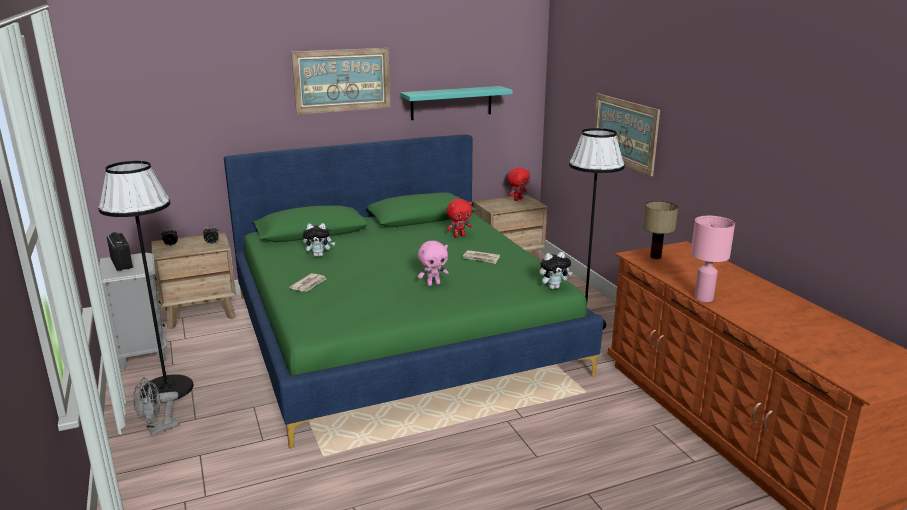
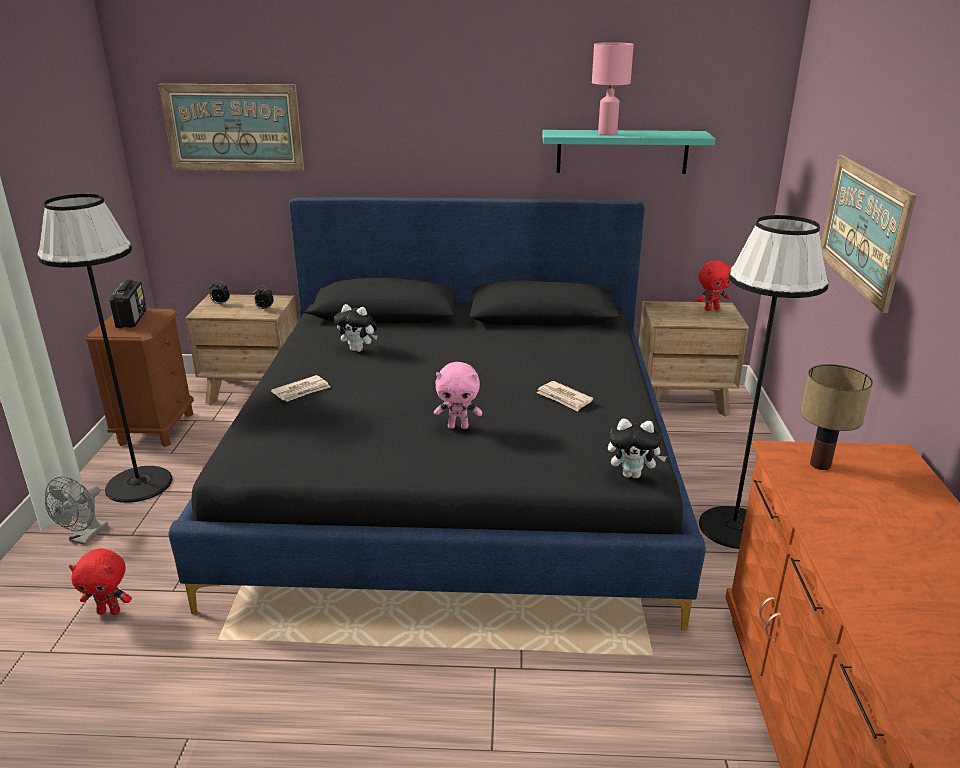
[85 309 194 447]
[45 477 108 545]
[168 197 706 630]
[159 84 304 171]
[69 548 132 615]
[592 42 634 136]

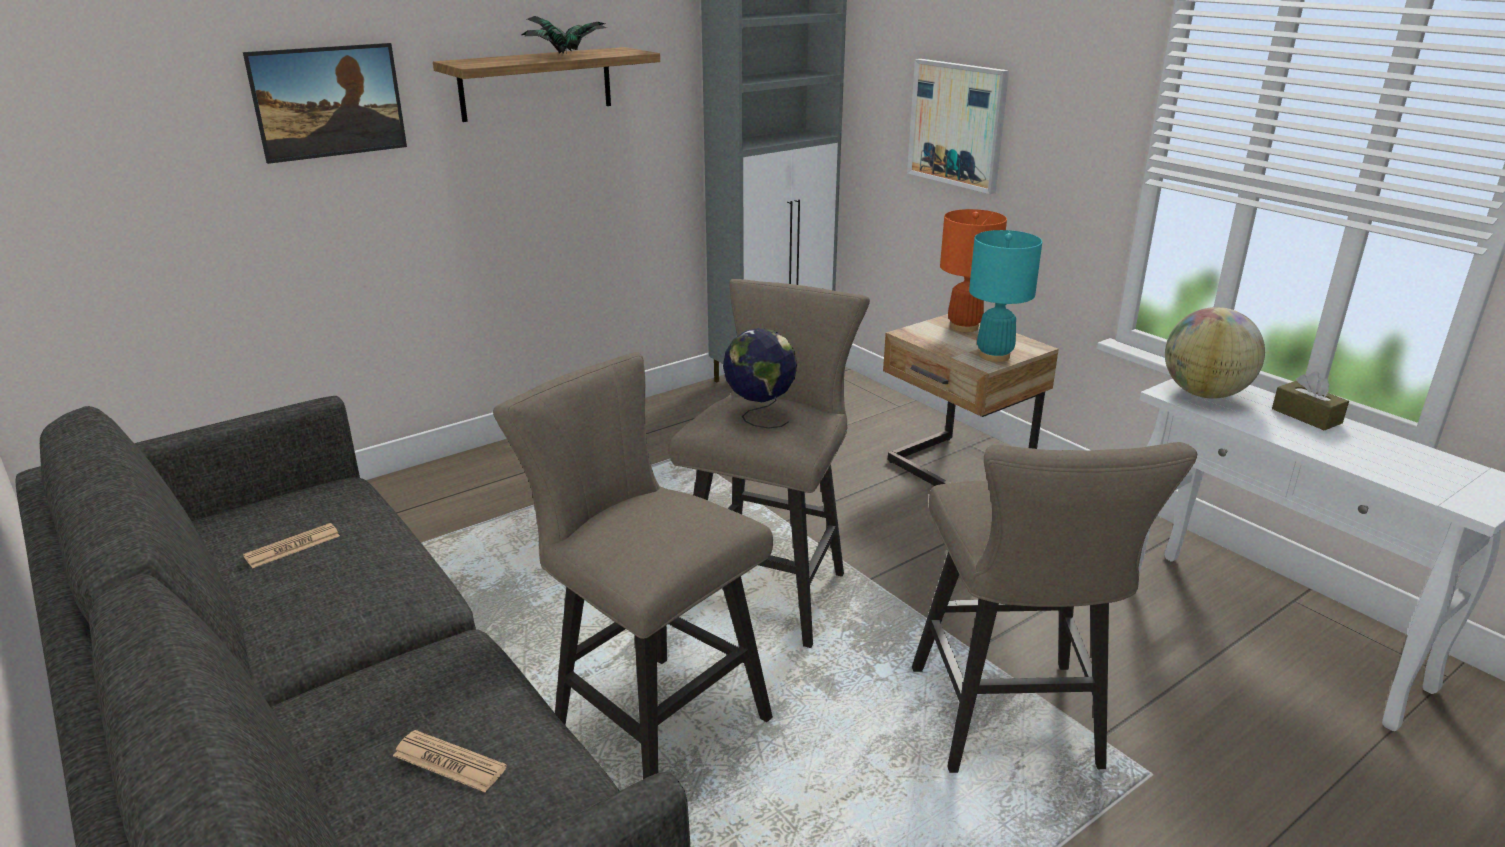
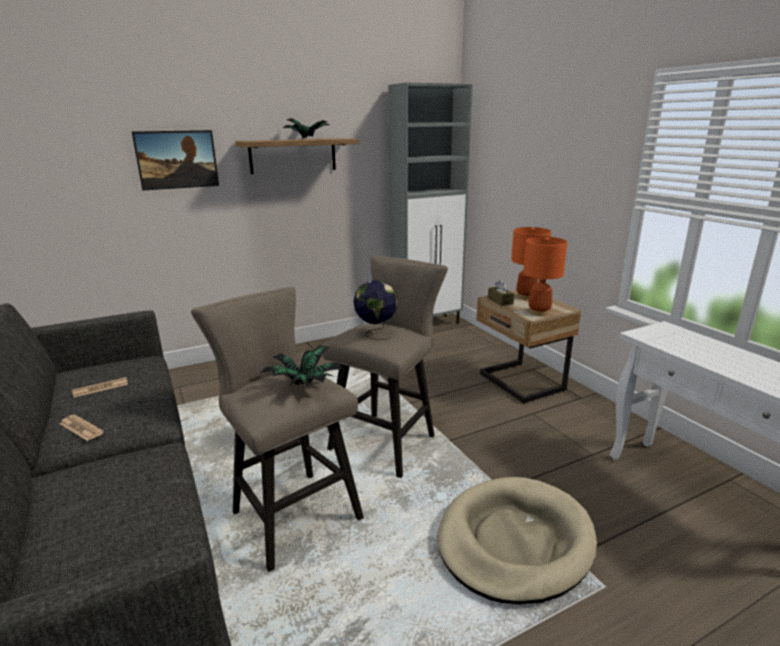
[59 415 104 441]
[907 59 1009 194] (first image)
[438 477 597 604]
[523 237 568 315]
[1165 307 1265 398] (first image)
[488 280 514 306]
[260 345 342 386]

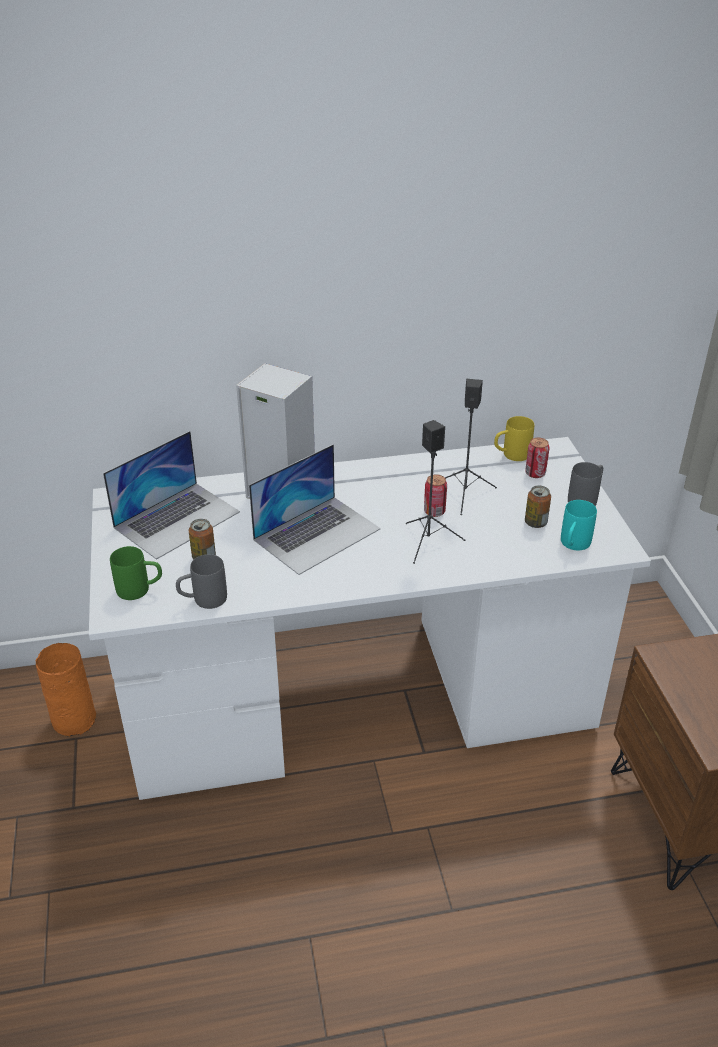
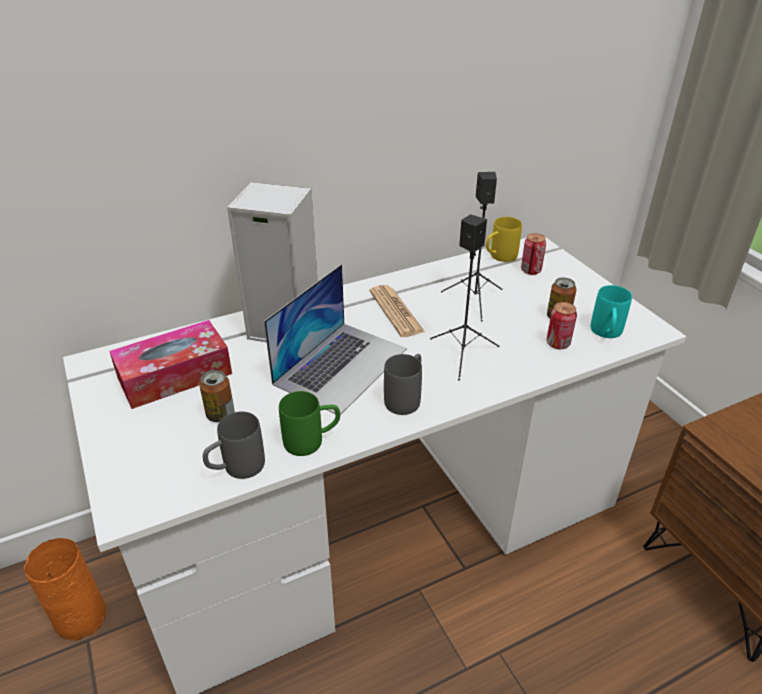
[109 320 232 409]
[279 391 340 456]
[546 302 577 349]
[384 354 422 415]
[369 285 425 337]

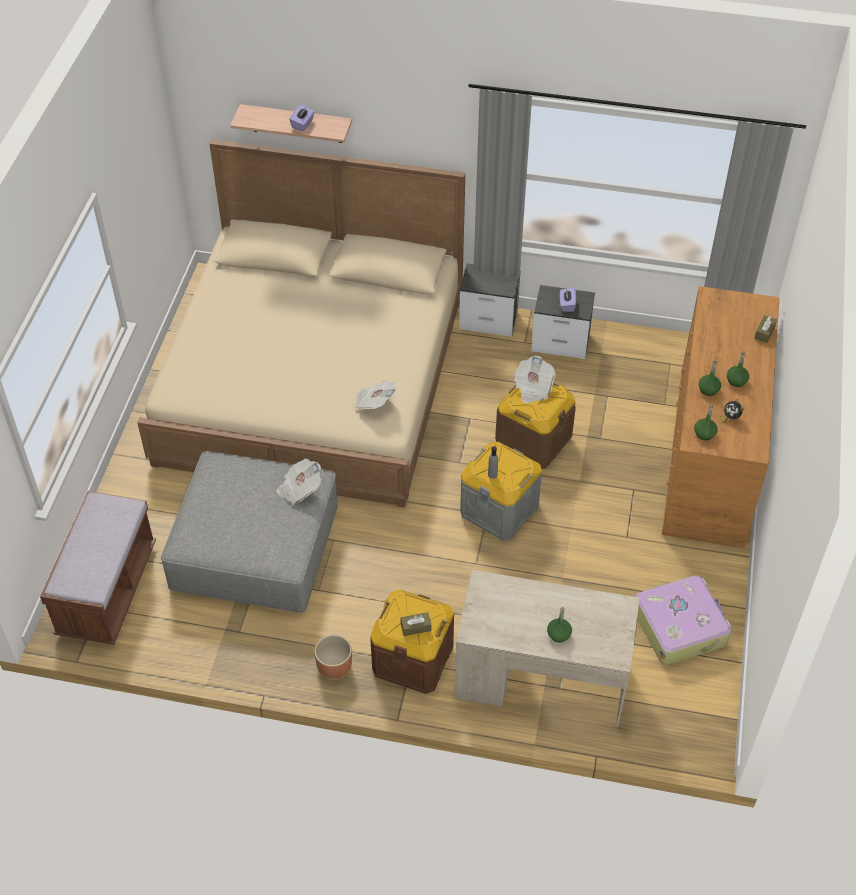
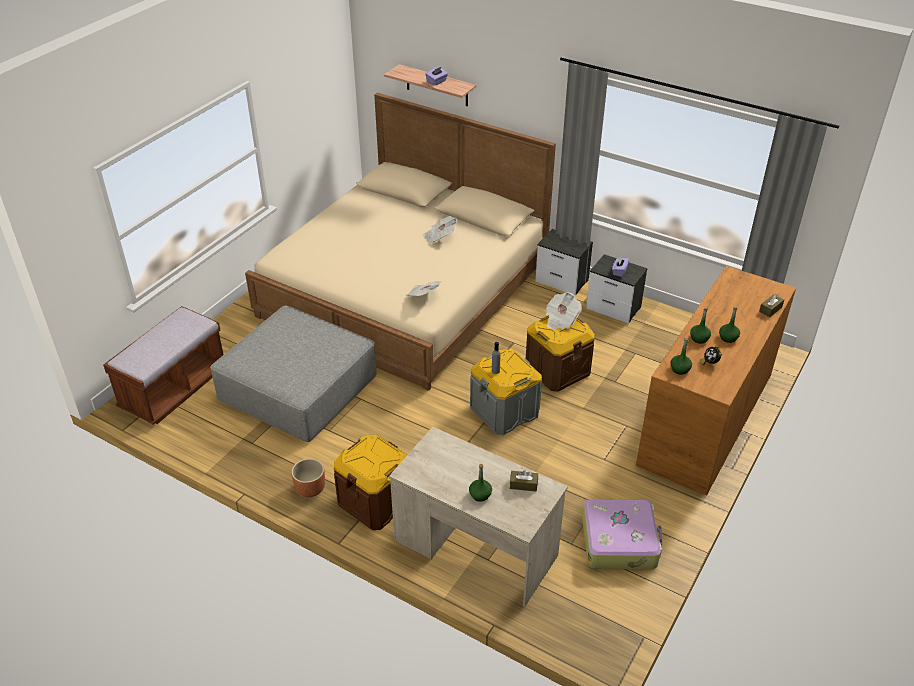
[423 216 458 244]
[510 470 538 491]

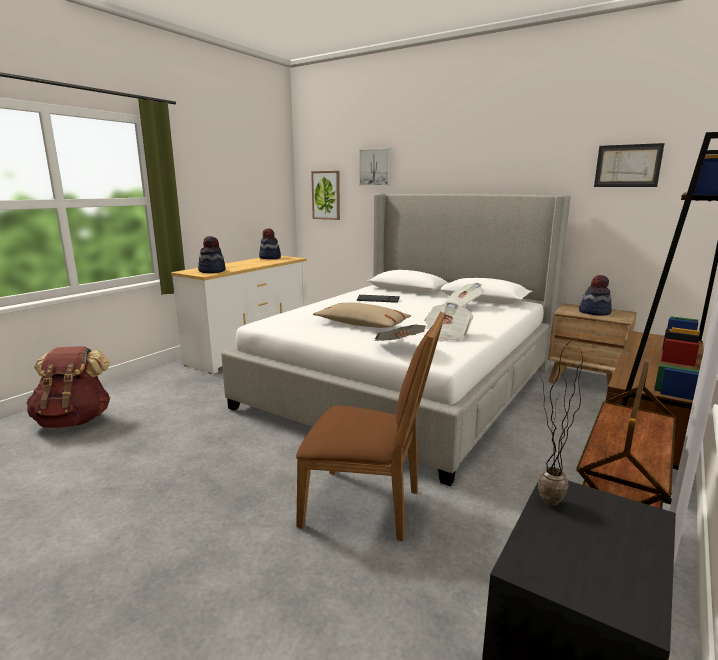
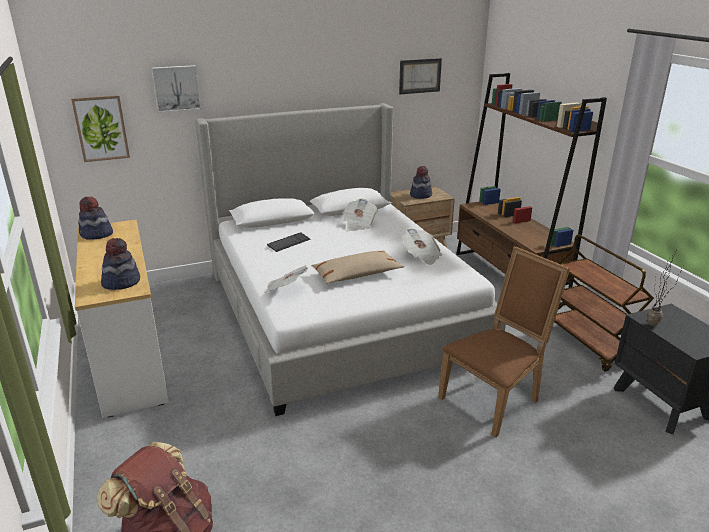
[265 265 308 293]

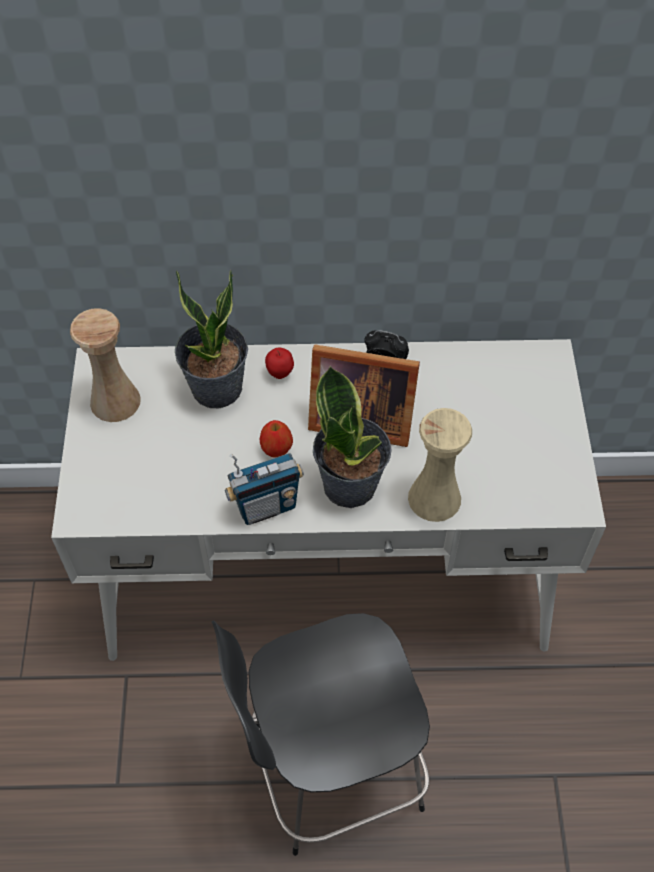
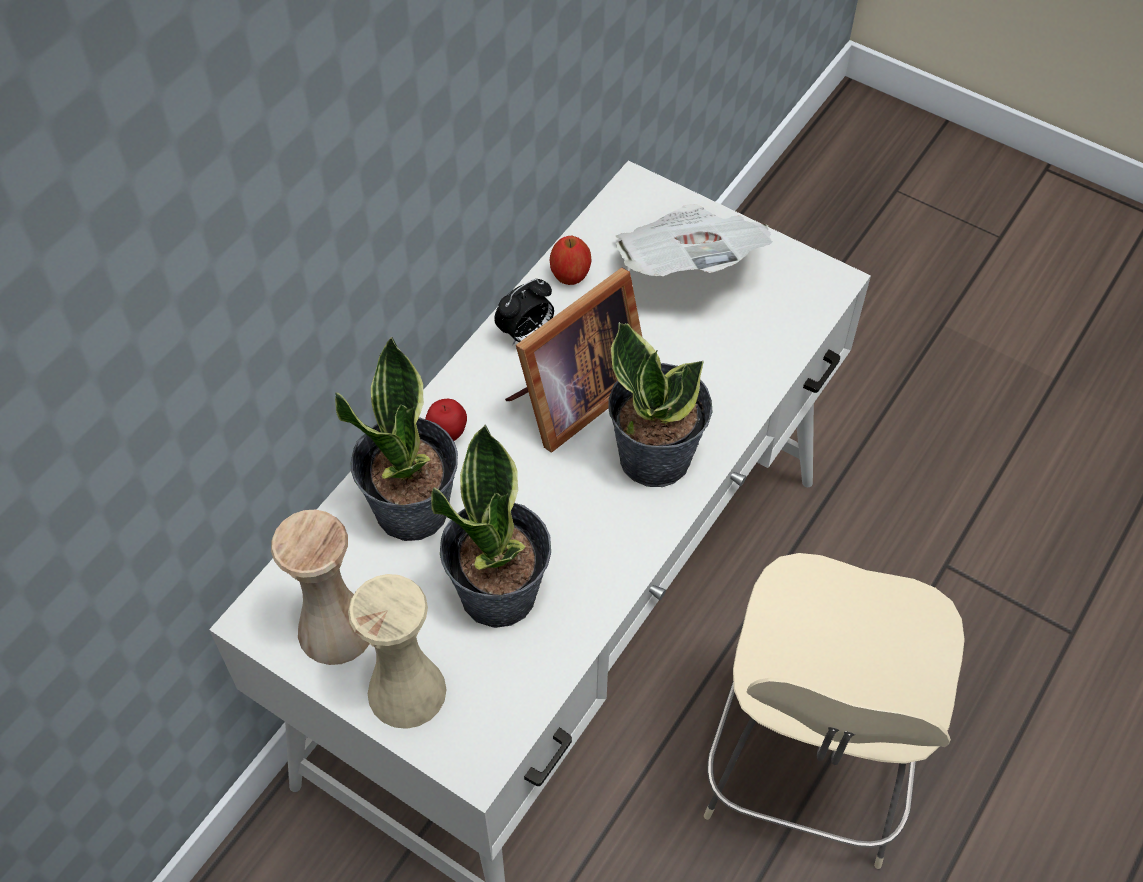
[704 553 965 869]
[225 453 304 525] (first image)
[550 236 592 285]
[348 574 447 729]
[431 425 551 628]
[615 204 773 276]

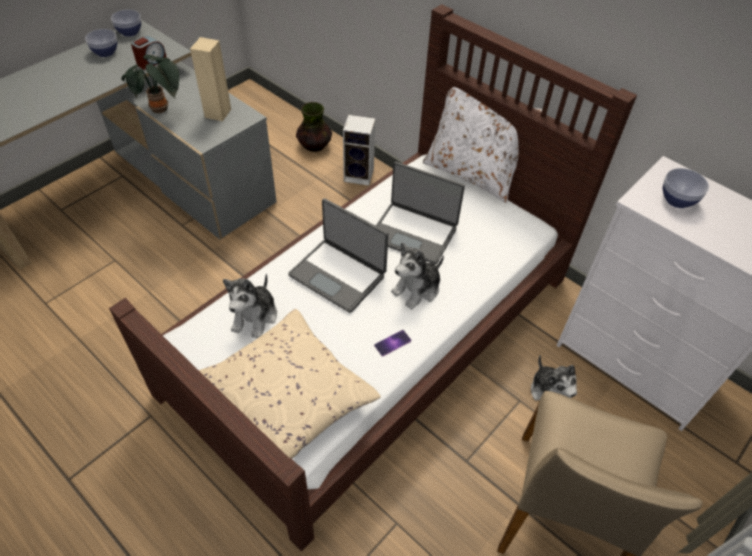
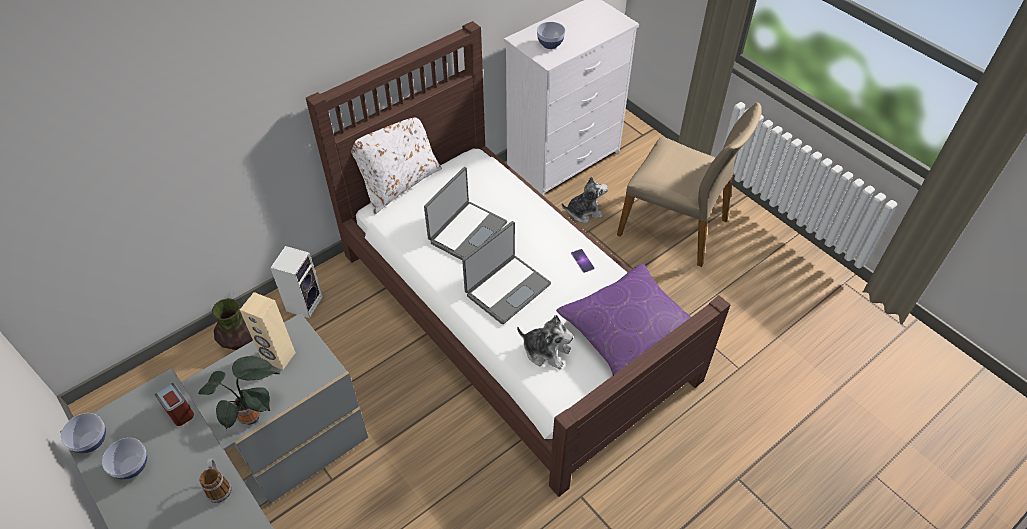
[556 263 691 375]
[391 242 444 310] (first image)
[199 458 232 503]

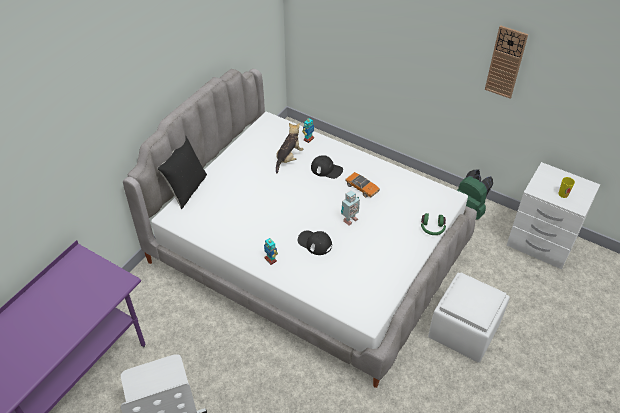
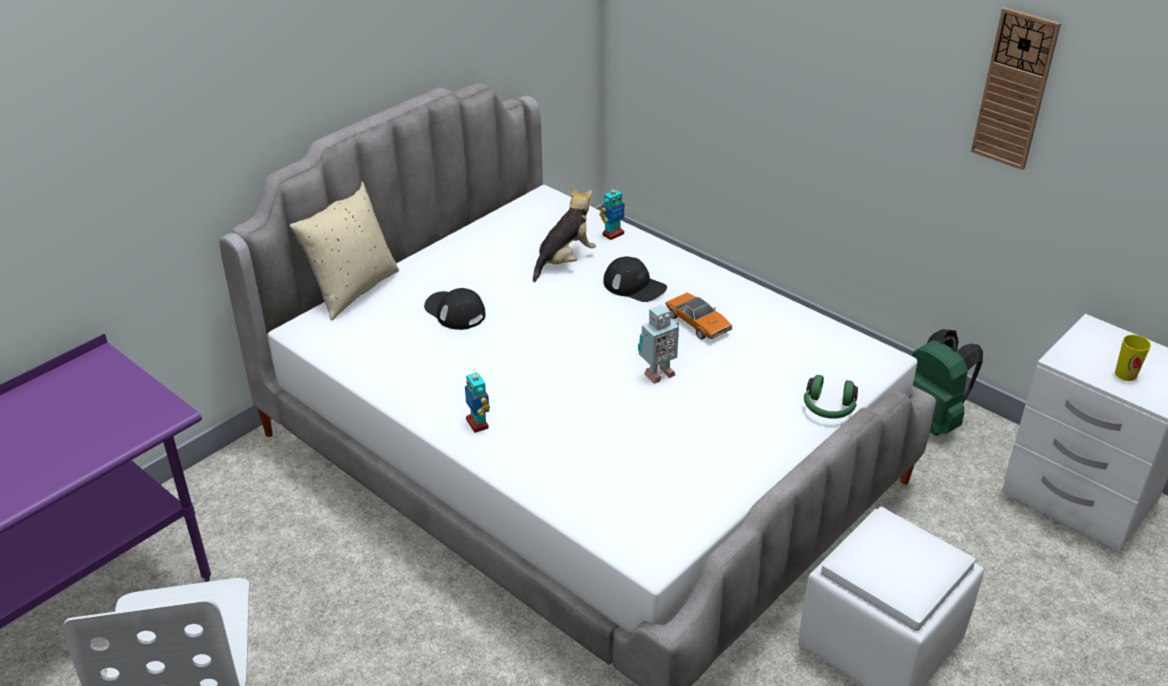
[290 181 399 320]
[424 288 485 330]

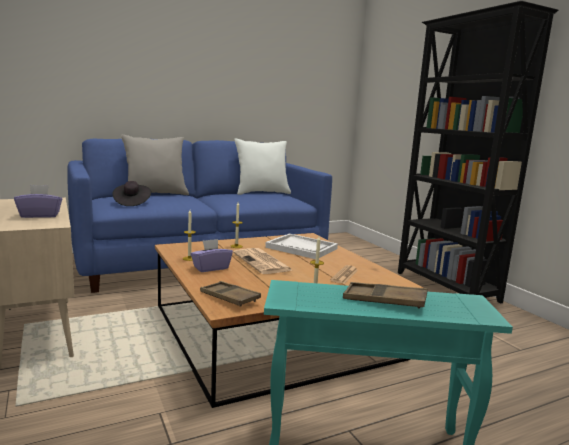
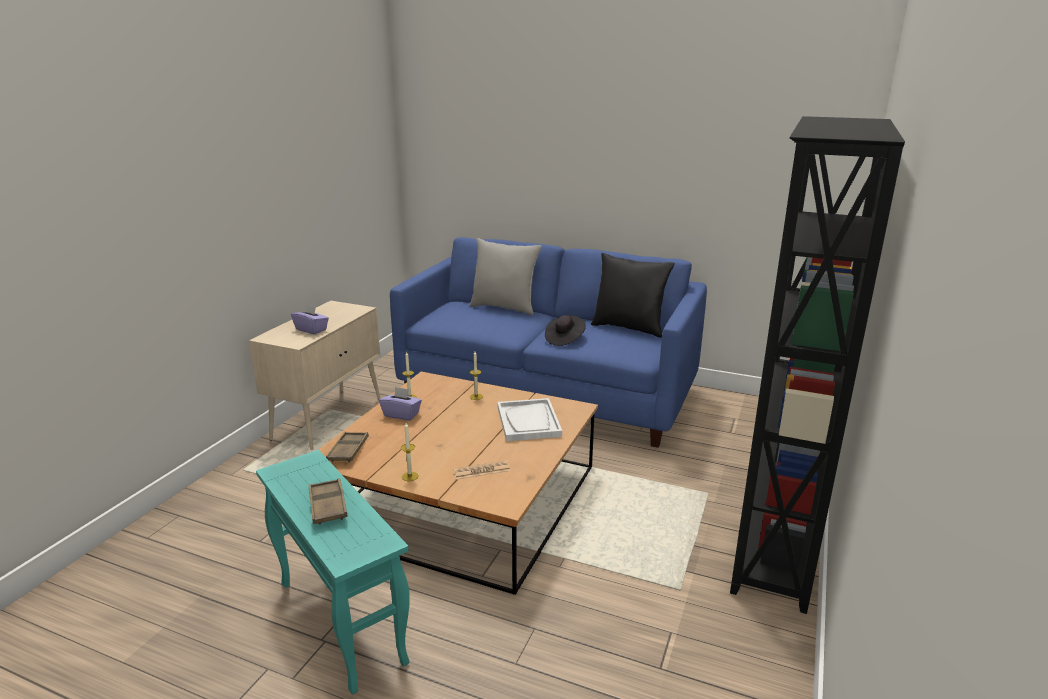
[545 315 586 346]
[233 248 292 274] (first image)
[591 253 675 338]

